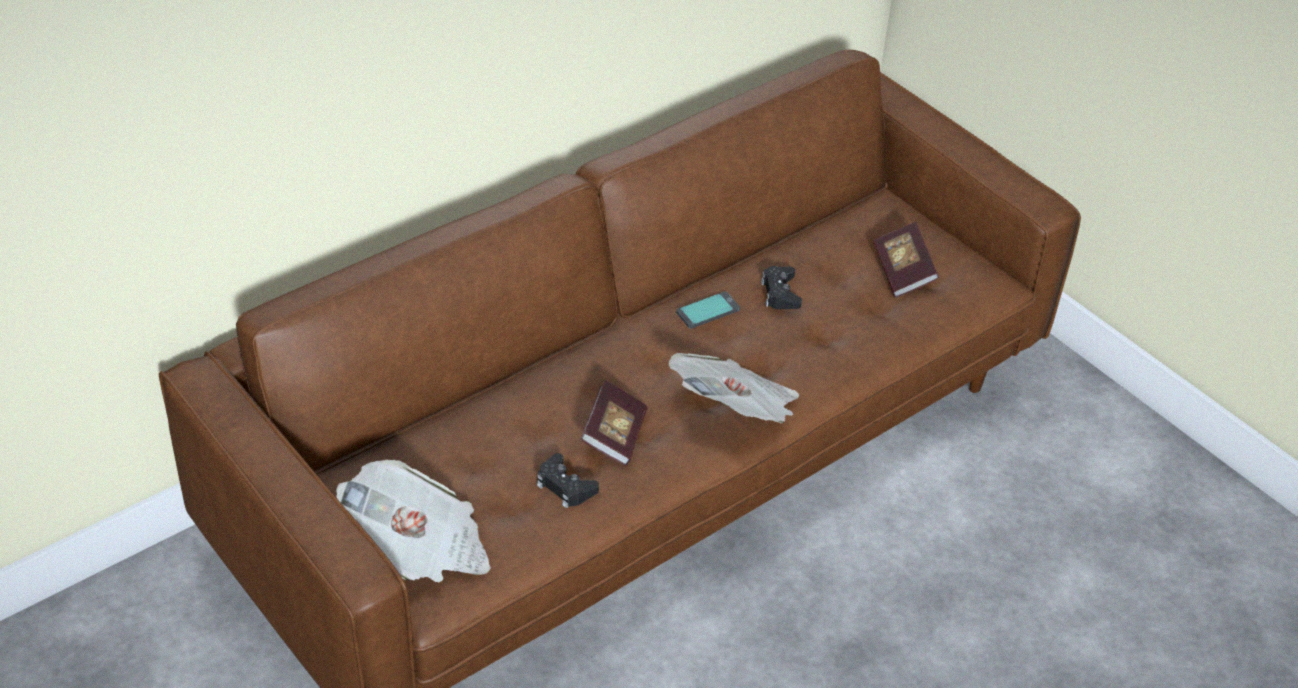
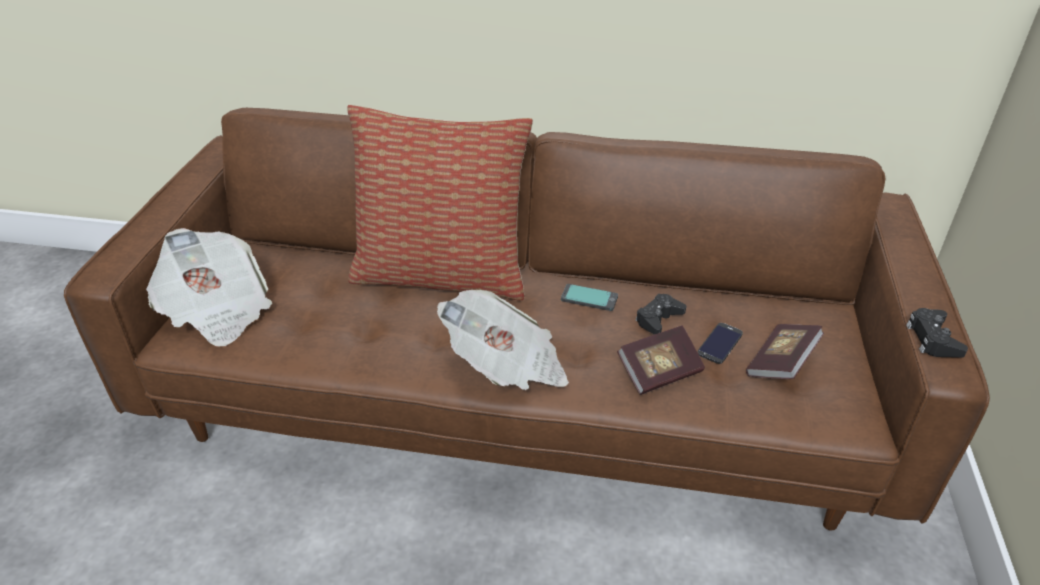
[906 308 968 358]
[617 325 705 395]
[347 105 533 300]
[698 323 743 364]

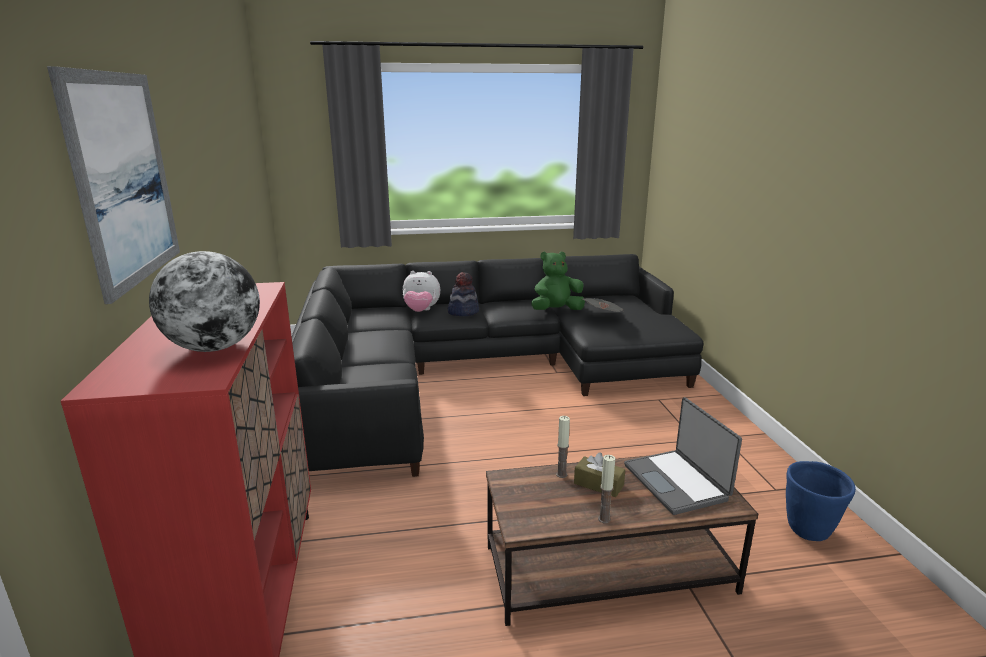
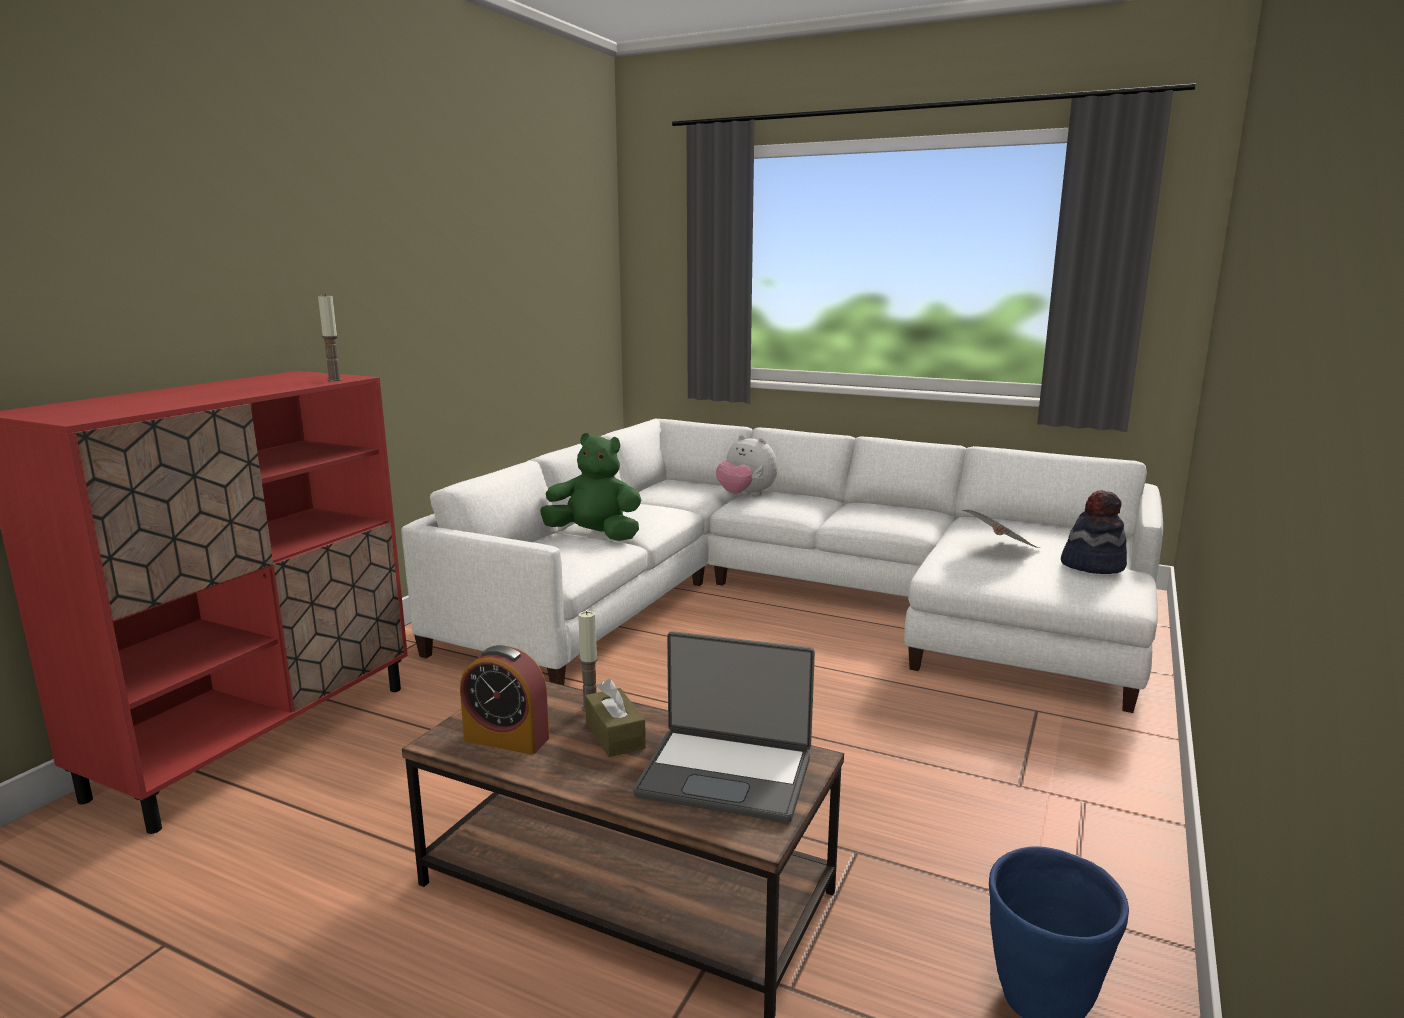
[47 66 180 304] (first image)
[149 251 260 352] (first image)
[401 419 1163 713]
[1061 490 1127 574]
[540 433 641 541]
[318 294 343 381]
[633 631 815 823]
[460 645 549 755]

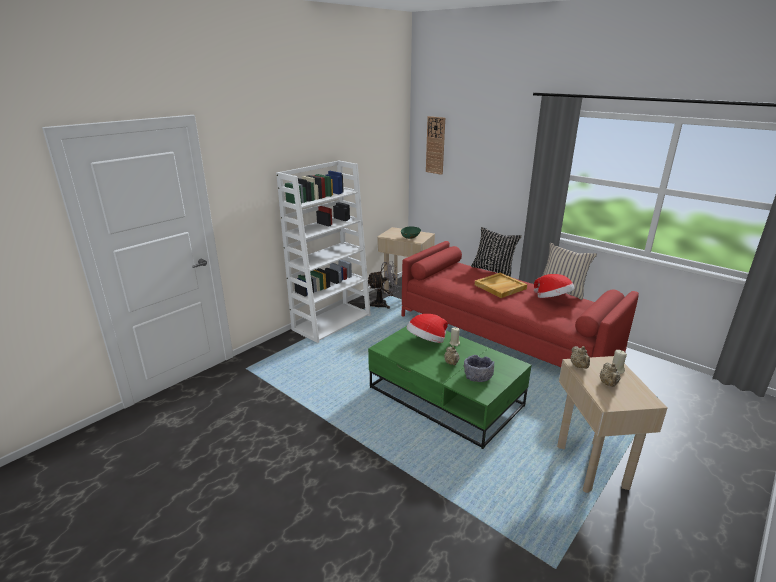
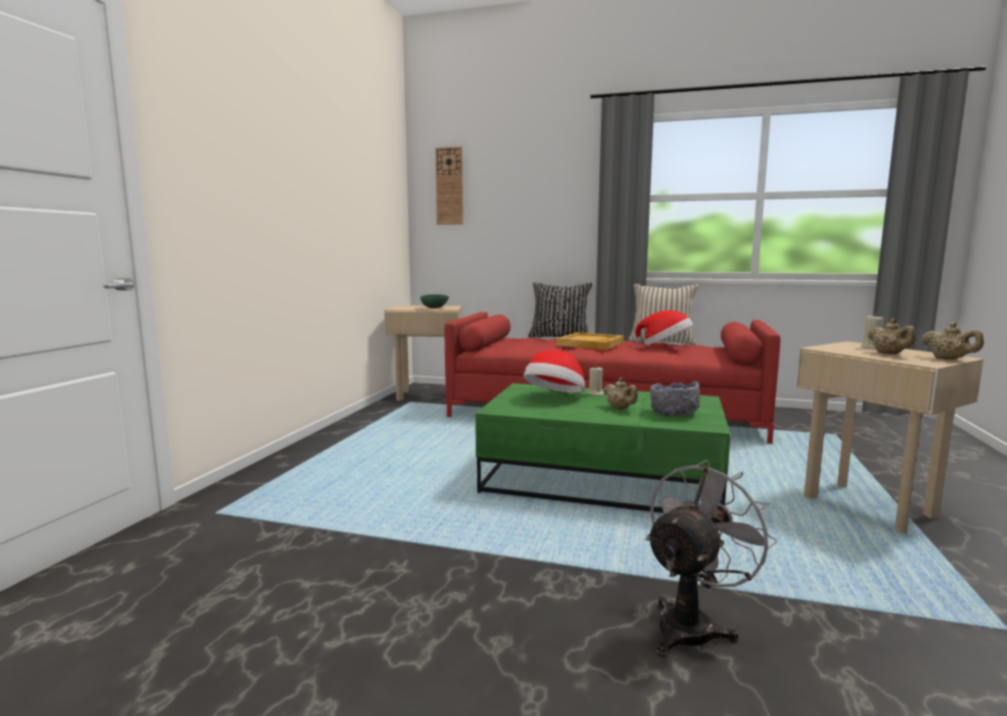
[276 160 371 343] (first image)
[646 460 777 657]
[921 322 984 360]

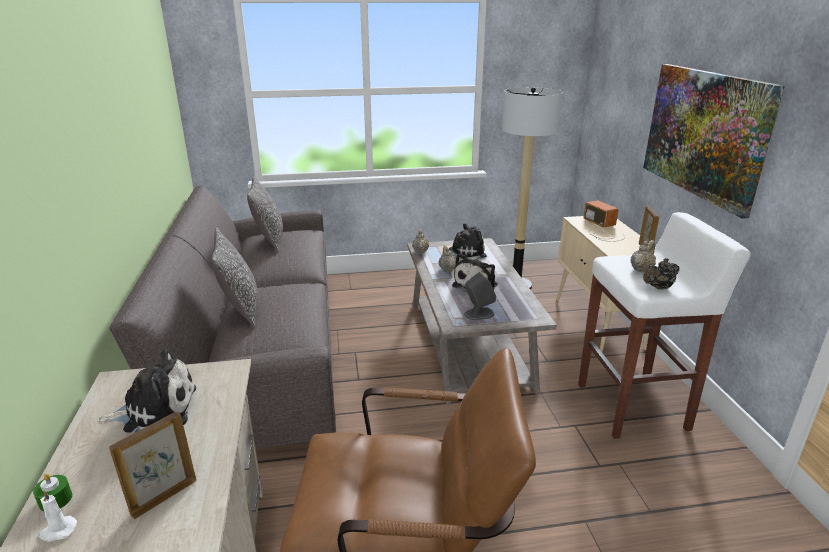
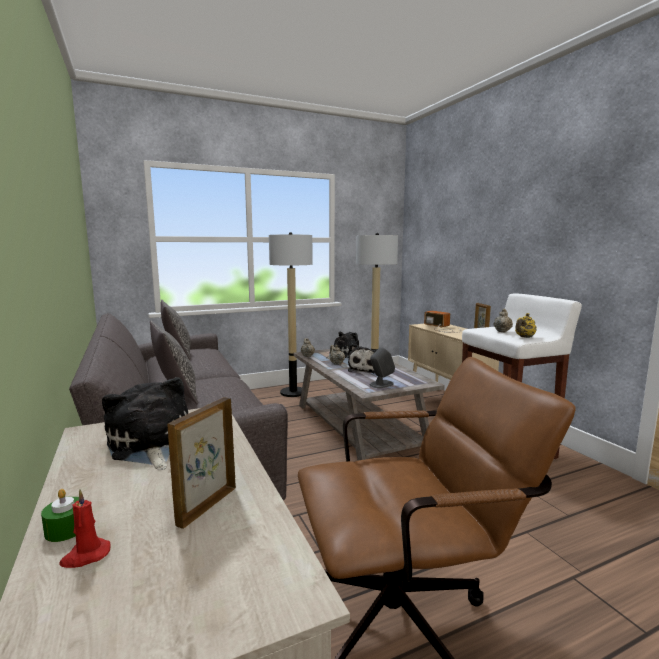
[59 489 111 568]
[102 377 188 470]
[643 64 785 219] (first image)
[515 313 537 338]
[269 232 313 397]

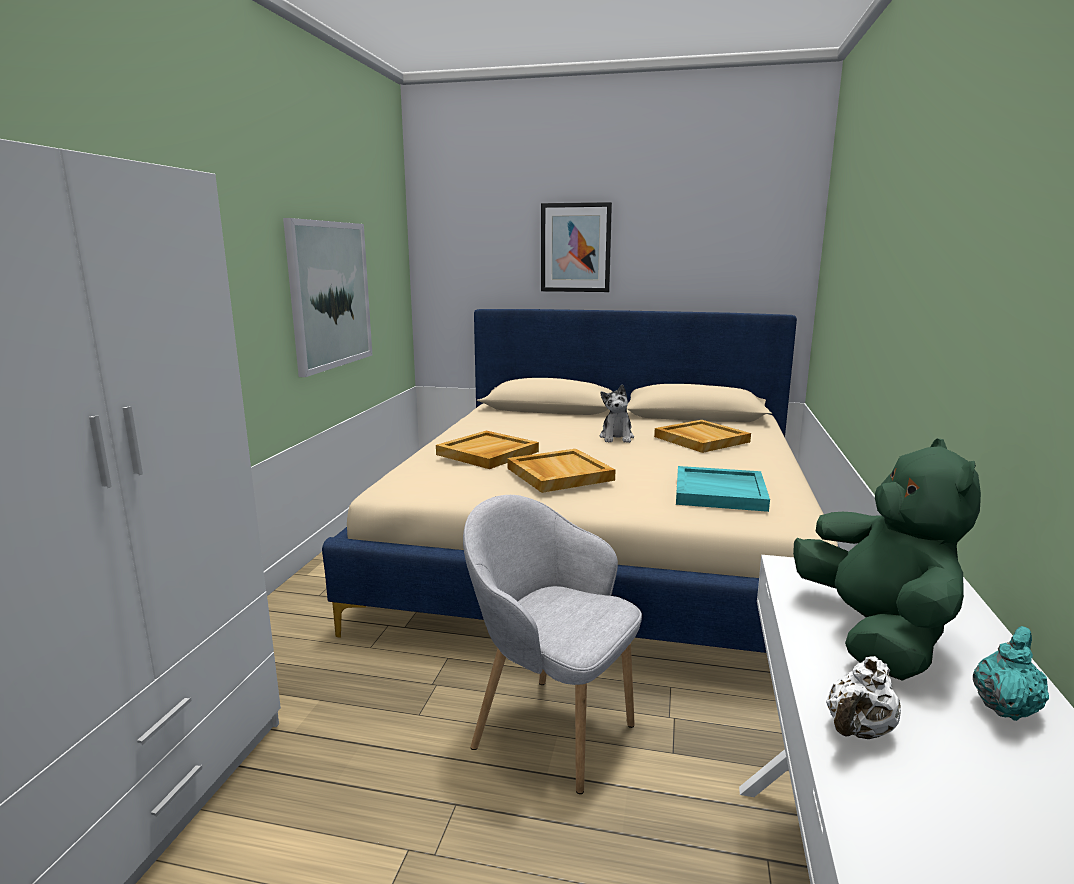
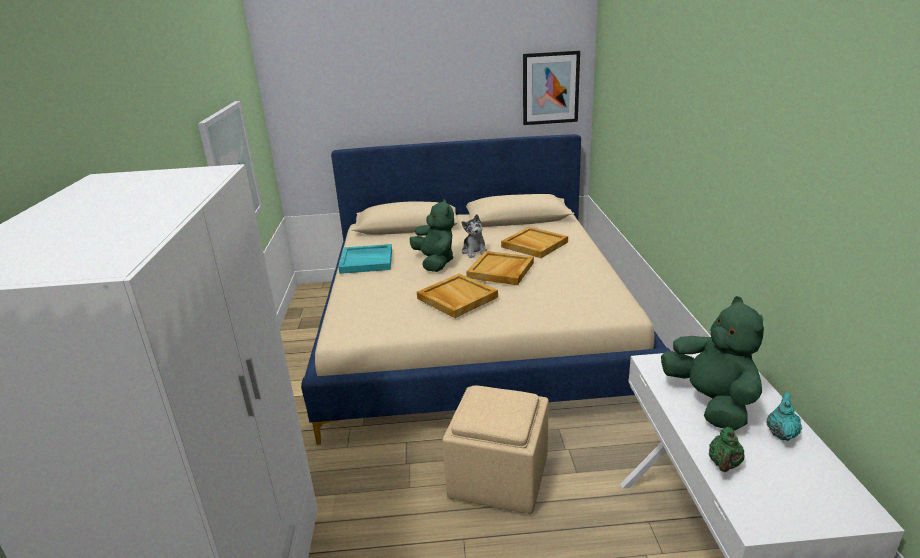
[466 251 534 285]
[443 385 549 514]
[523 50 580 125]
[338 244 392 274]
[709 427 745 472]
[410 199 454 272]

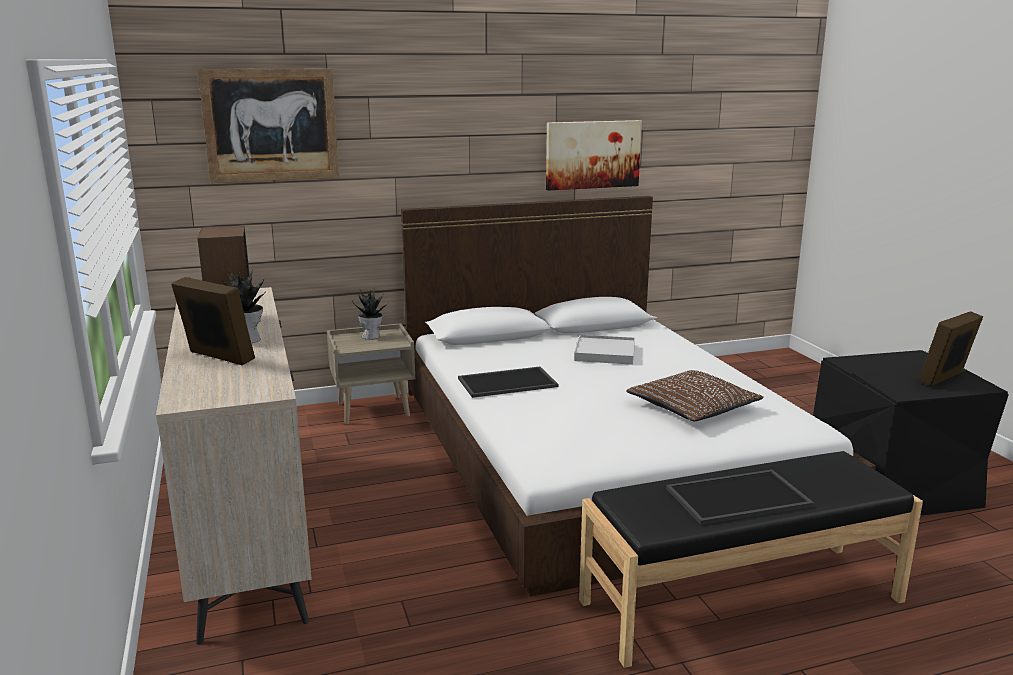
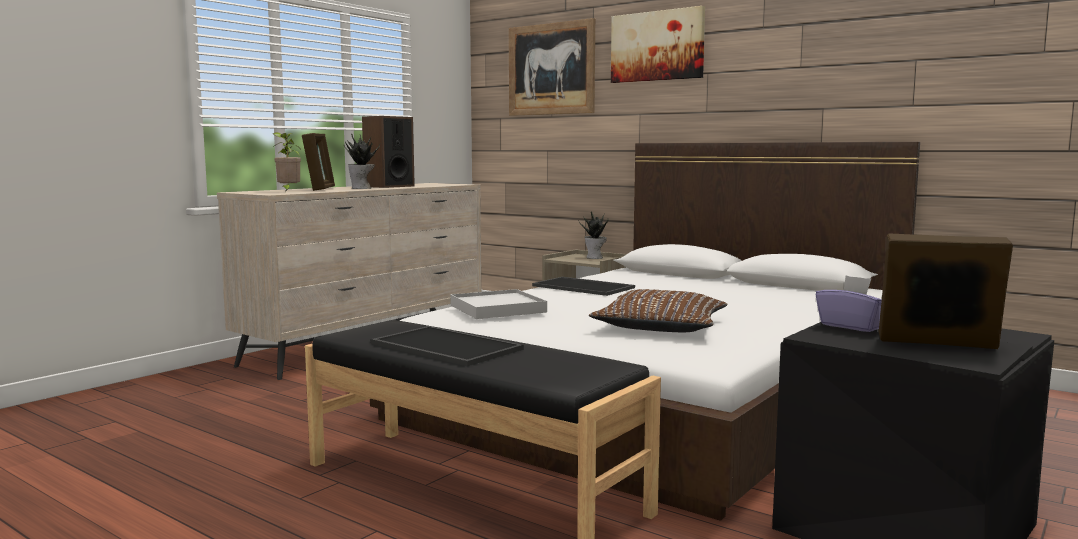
[611 6 705 83]
[450 289 547 319]
[273 132 301 192]
[816 275 882 332]

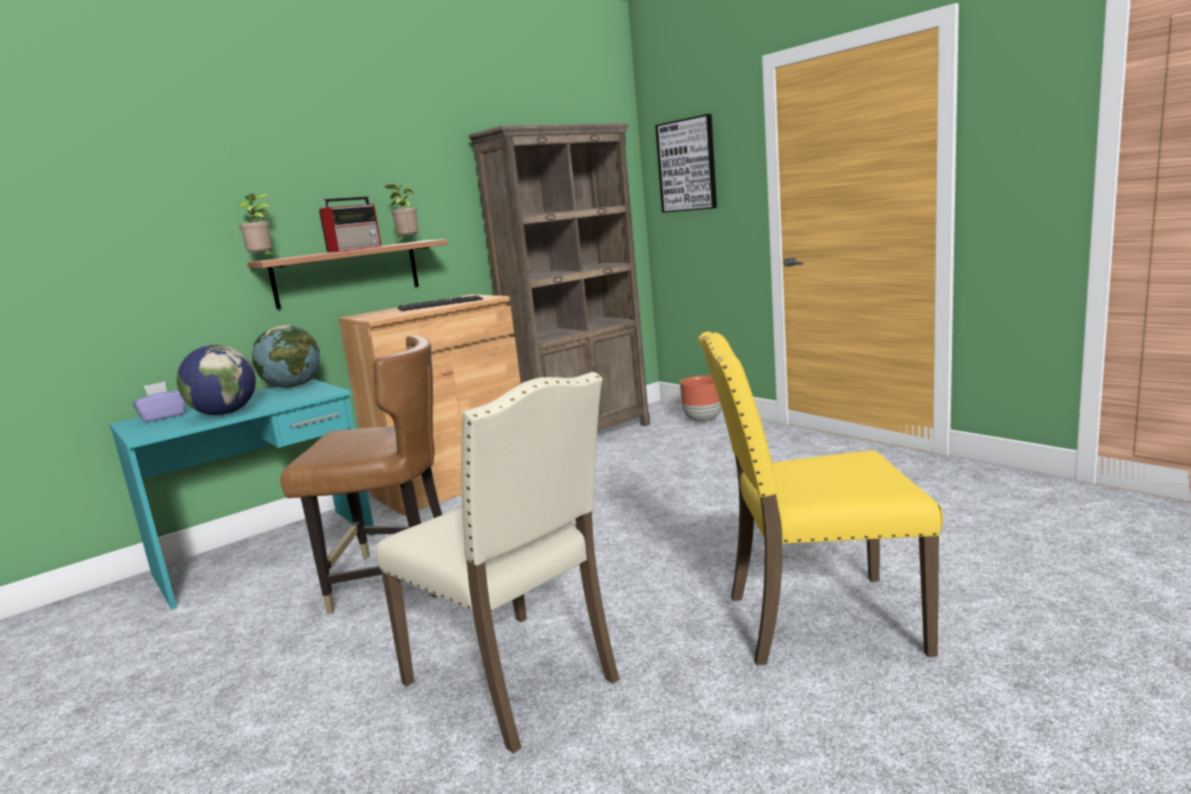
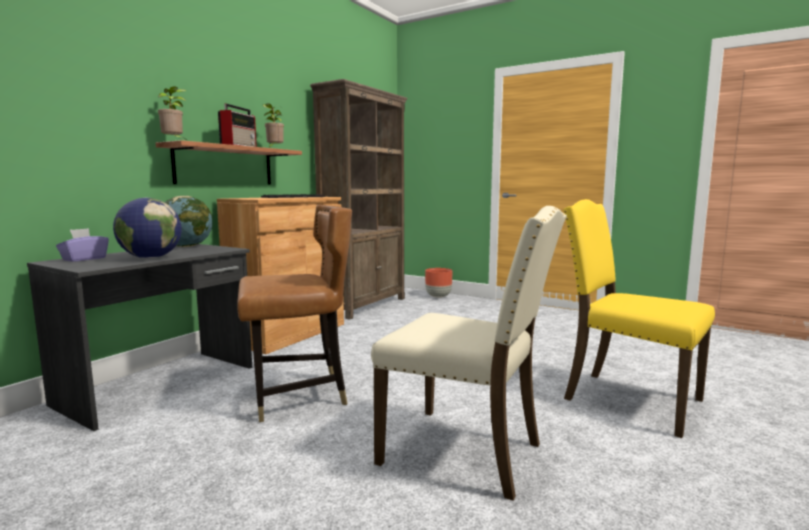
[27 244 252 431]
[655 114 717 213] (first image)
[563 199 715 438]

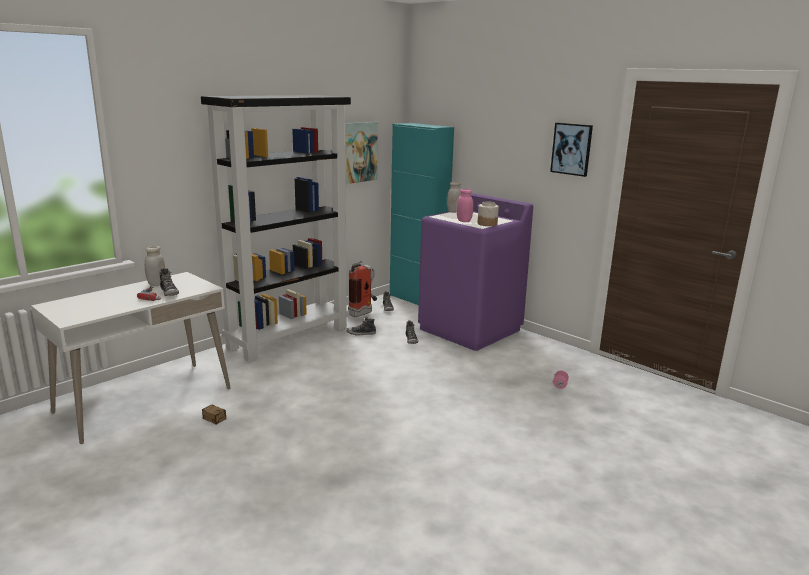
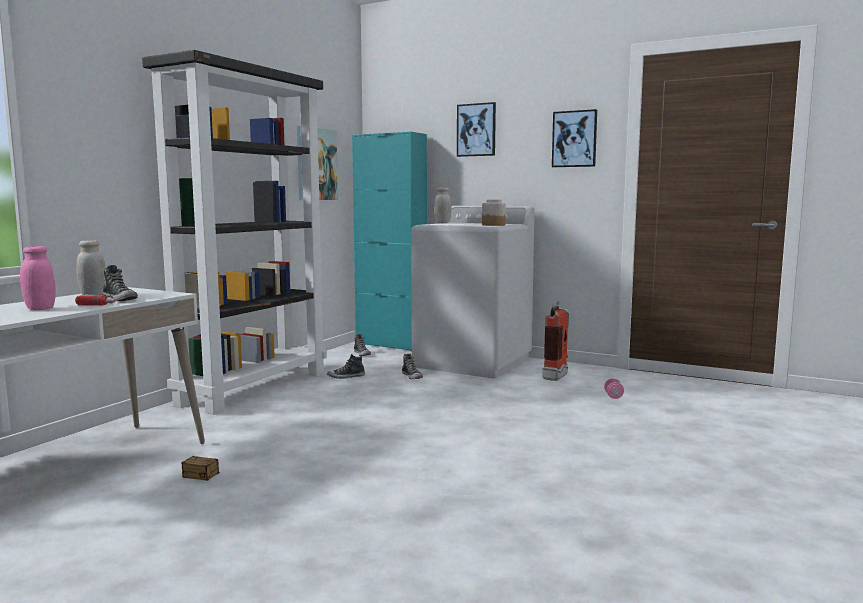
[542 301 569 381]
[411 205 534 379]
[20 246 56 310]
[457 102 496 157]

